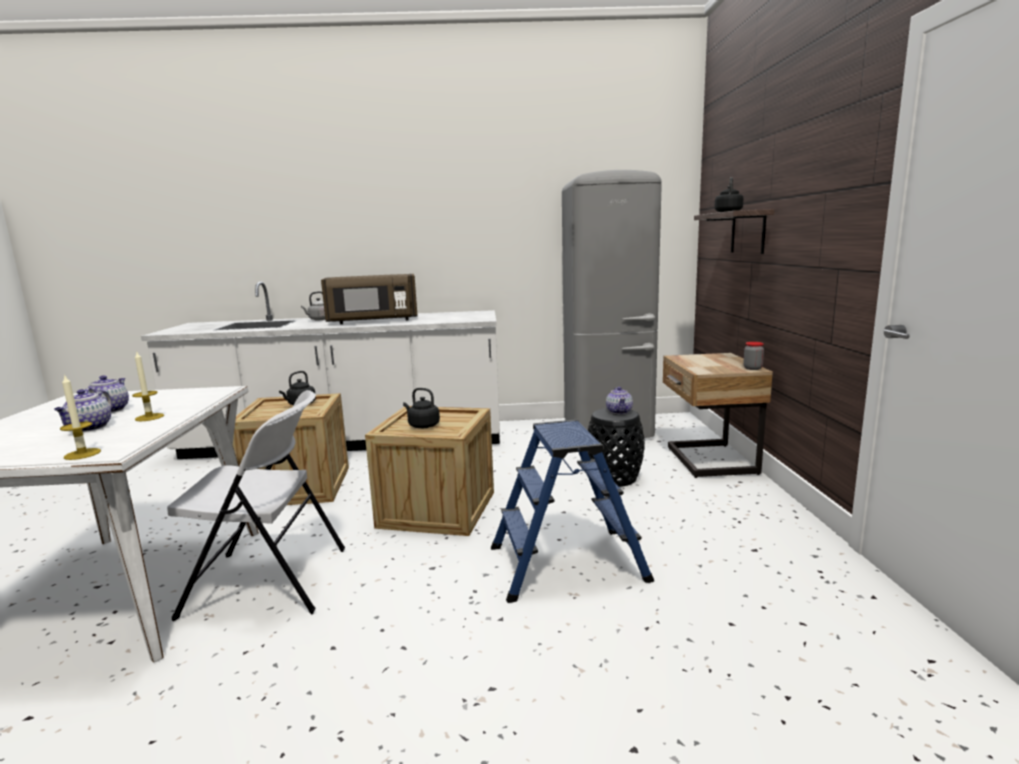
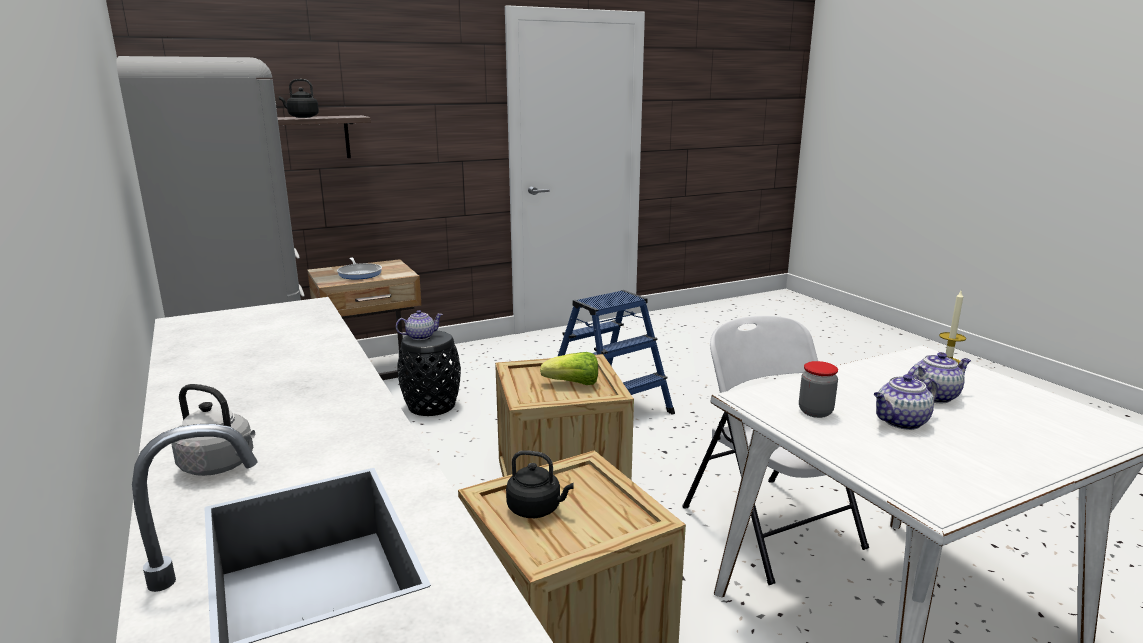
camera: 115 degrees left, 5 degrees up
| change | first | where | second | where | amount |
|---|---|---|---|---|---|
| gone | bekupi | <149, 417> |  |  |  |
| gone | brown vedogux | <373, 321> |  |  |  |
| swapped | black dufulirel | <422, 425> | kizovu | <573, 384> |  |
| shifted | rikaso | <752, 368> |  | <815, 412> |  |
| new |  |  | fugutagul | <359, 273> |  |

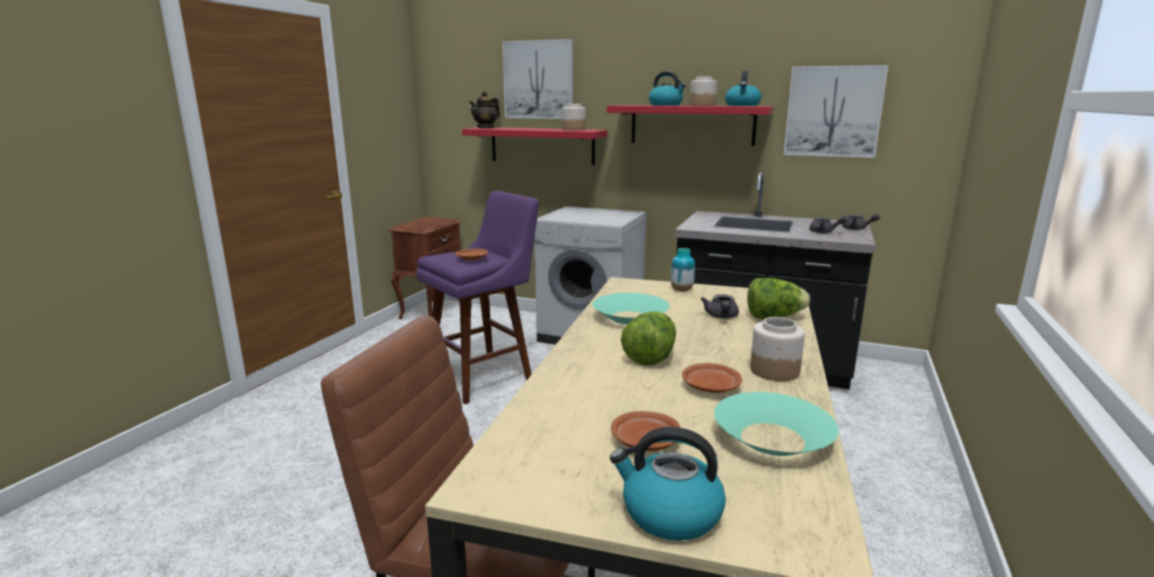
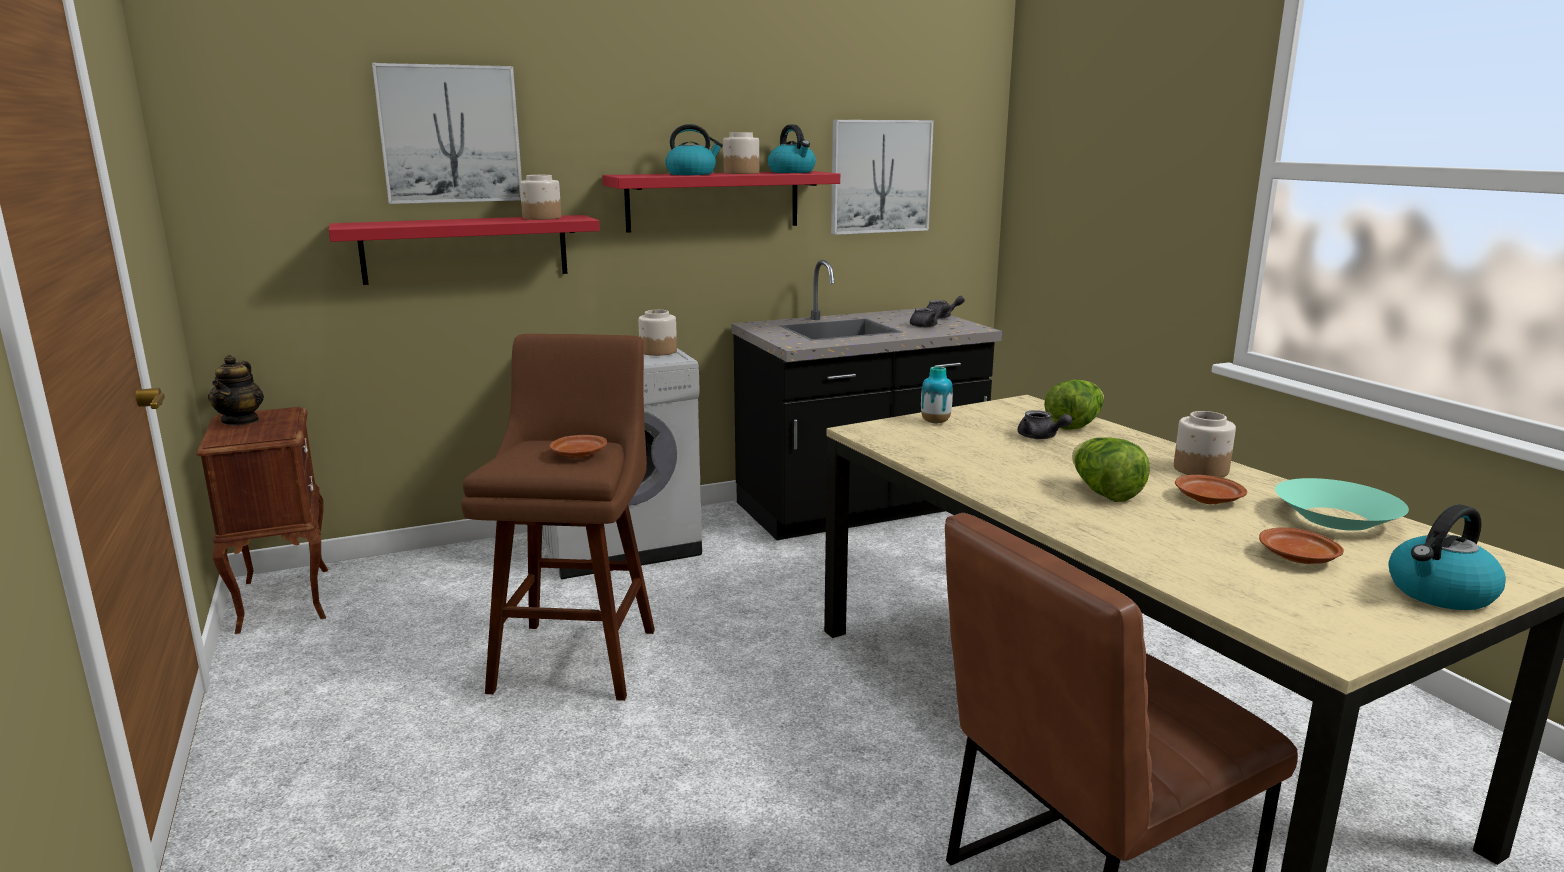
camera: 45 degrees left, 0 degrees up
| change | first | where | second | where | amount |
|---|---|---|---|---|---|
| repainted | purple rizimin | <485, 376> | brown rizimin | <578, 653> |  |
| shifted | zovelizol | <486, 128> |  | <241, 421> |  |
| gone | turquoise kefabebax | <630, 318> |  |  |  |
| new |  |  | rikaso | <658, 351> |  |

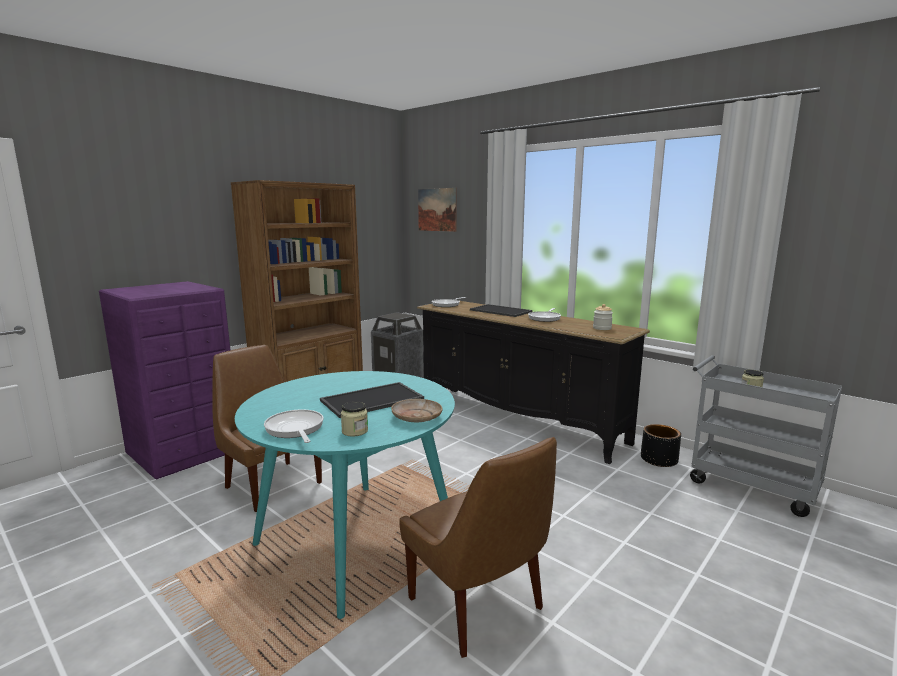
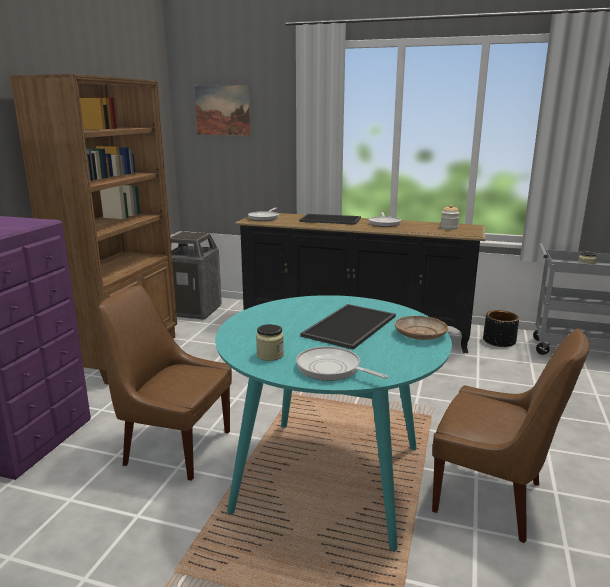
camera: 25 degrees left, 5 degrees up
| change | first | where | second | where | amount |
|---|---|---|---|---|---|
| shifted | rikaso | <355, 431> |  | <270, 355> |  |

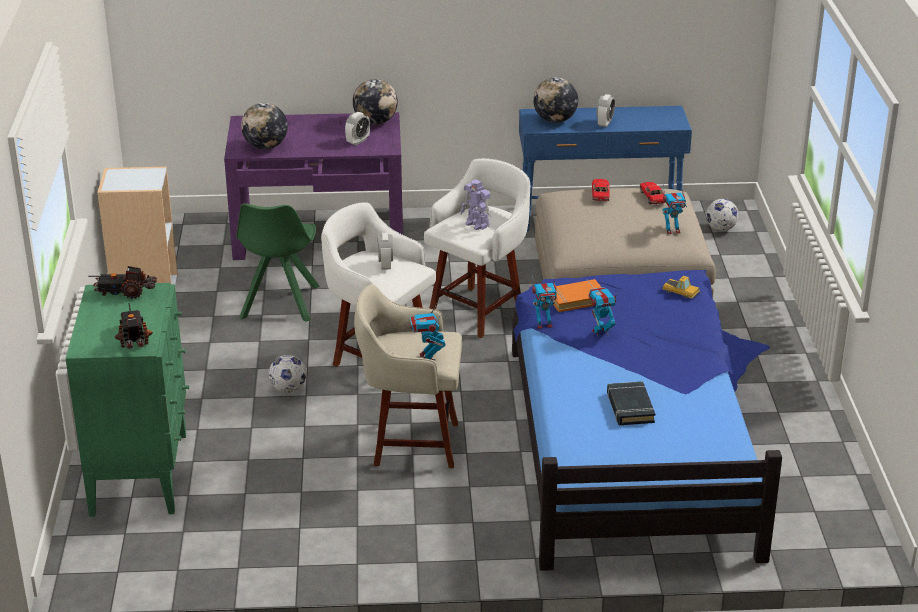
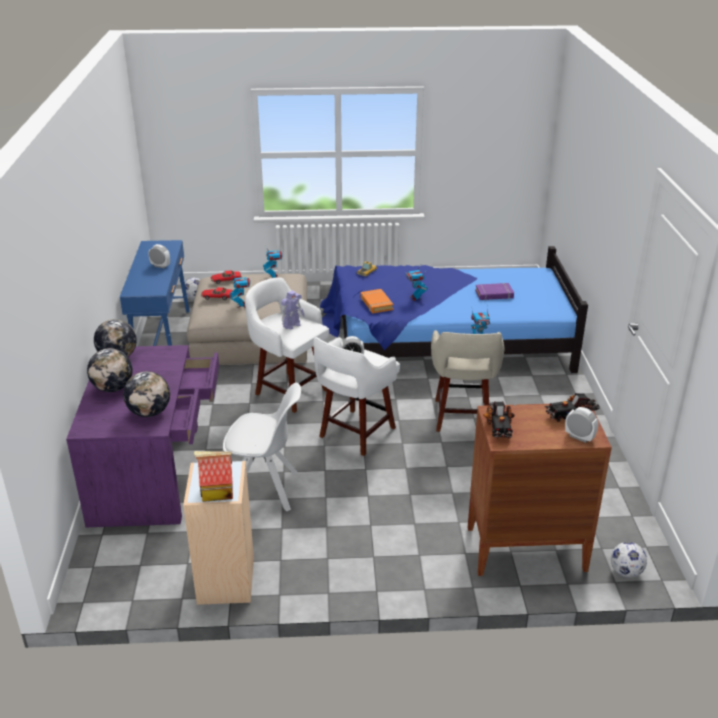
camera: 90 degrees left, 0 degrees up
| change | first | where | second | where | amount |
|---|---|---|---|---|---|
| repainted | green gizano | <142, 473> | brown gizano | <524, 547> |  |
| repainted | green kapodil | <279, 303> | white kapodil | <265, 489> |  |
| shifted | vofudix | <288, 389> |  | <625, 572> |  |
| shifted | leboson | <358, 141> |  | <579, 437> |  |
| shifted | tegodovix | <544, 324> |  | <241, 305> |  |
| shifted | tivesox | <555, 120> |  | <113, 388> |  |
| repainted | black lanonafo | <630, 407> | purple lanonafo | <494, 294> |  |
| new |  |  | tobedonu | <216, 492> |  |

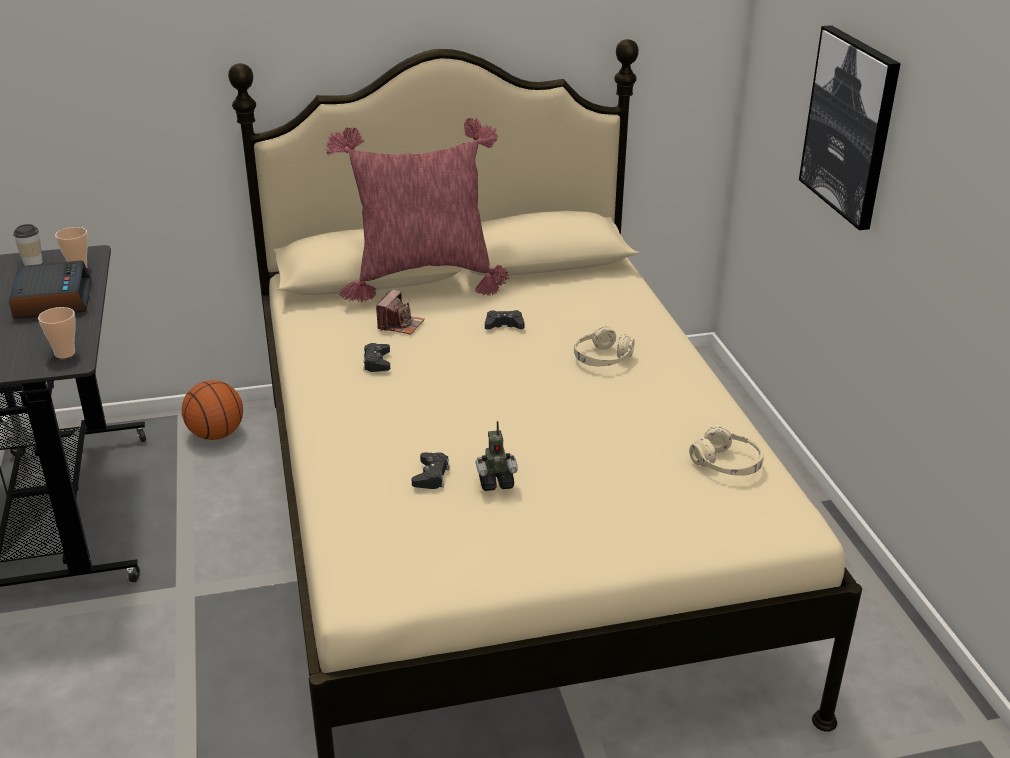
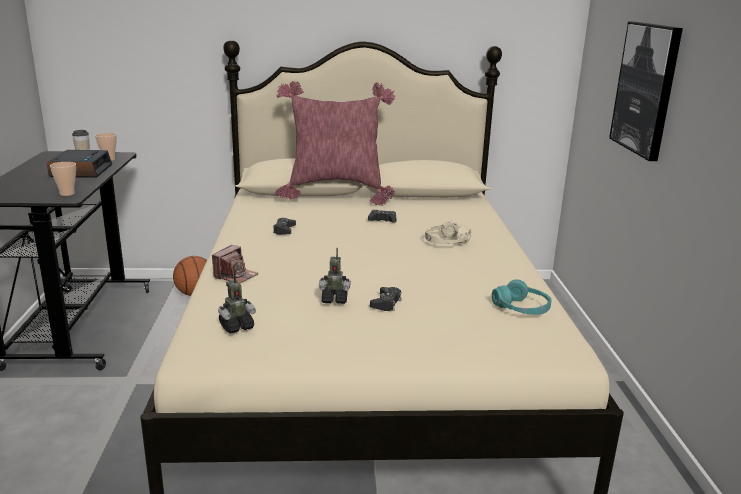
camera: 10 degrees right, 10 degrees down
| change | first | where | second | where | amount |
|---|---|---|---|---|---|
| shifted | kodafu | <400, 325> |  | <235, 276> |  |
| shifted | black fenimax | <431, 476> |  | <386, 303> |  |
| repainted | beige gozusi | <727, 464> | turquoise gozusi | <521, 308> |  |
| new |  |  | tegodovix | <236, 326> |  |

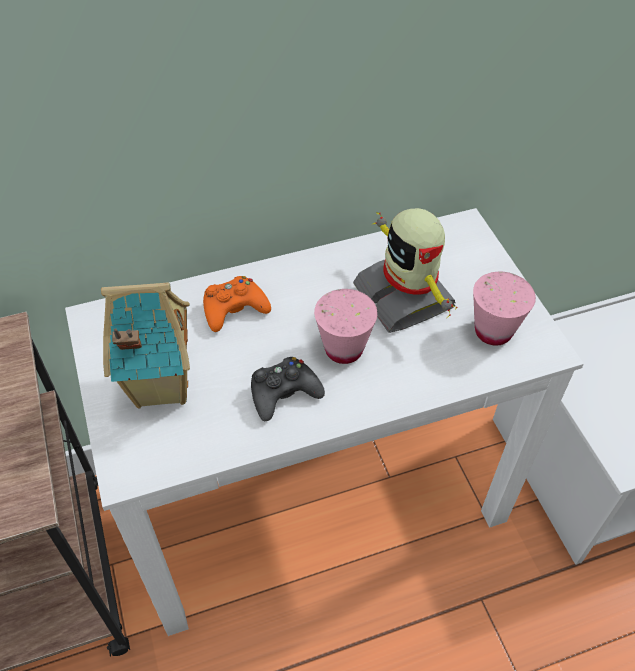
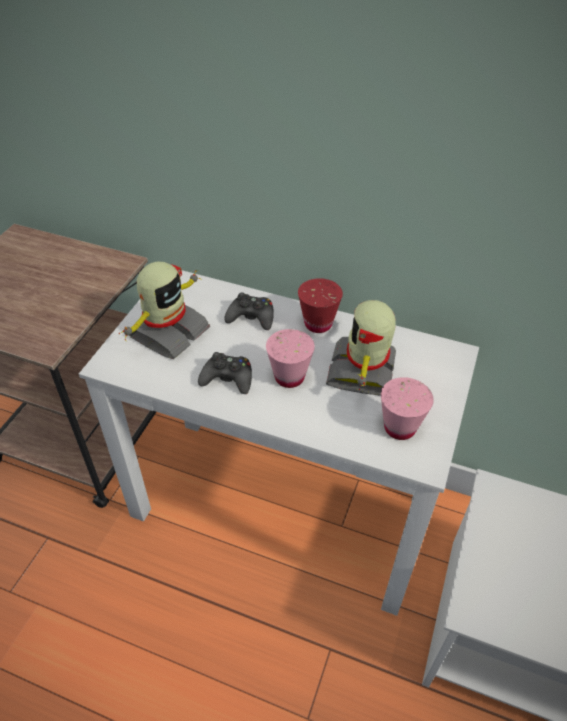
camera: 40 degrees right, 5 degrees down
| change | first | where | second | where | amount |
|---|---|---|---|---|---|
| swapped | tobedonu | <159, 385> | tegodovix | <168, 332> |  |
| repainted | orange fenimax | <234, 309> | black fenimax | <251, 317> |  |
| new |  |  | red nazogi | <318, 324> |  |

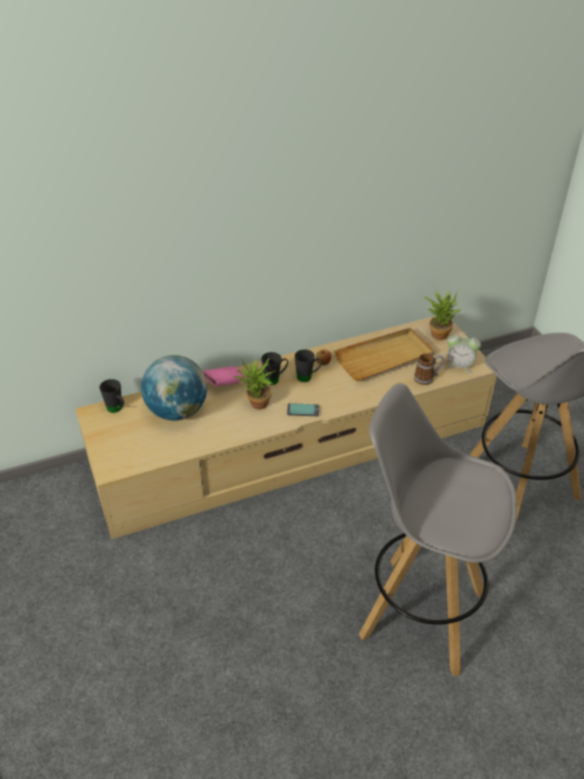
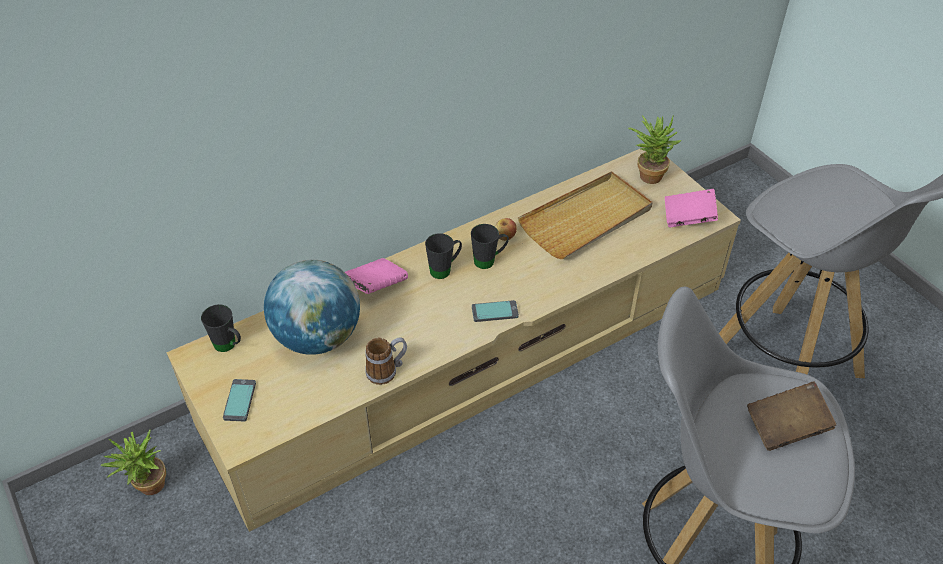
camera: 10 degrees left, 5 degrees up
| change | first | where | second | where | amount |
|---|---|---|---|---|---|
| shifted | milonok | <256, 405> |  | <148, 488> |  |
| shifted | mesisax | <427, 378> |  | <387, 371> |  |
| swapped | leboson | <459, 365> | pink lanonafo | <688, 218> |  |
| new |  |  | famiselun | <239, 400> |  |
| new |  |  | brown lanonafo | <786, 427> |  |

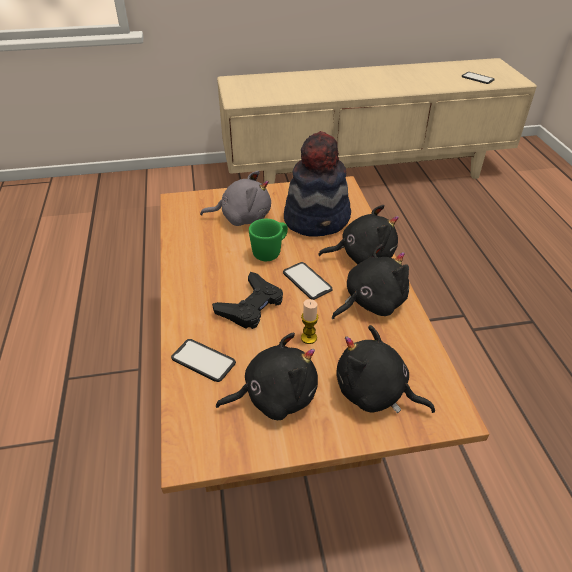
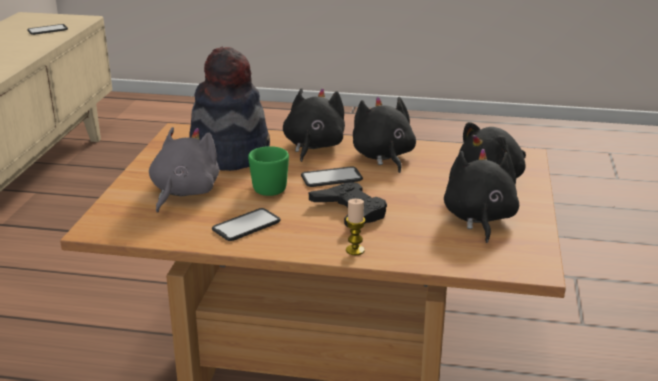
camera: 70 degrees left, 15 degrees down
| change | first | where | second | where | amount |
|---|---|---|---|---|---|
| shifted | famiselun | <203, 361> |  | <246, 225> |  |
| shifted | bekupi | <309, 338> |  | <355, 250> |  |

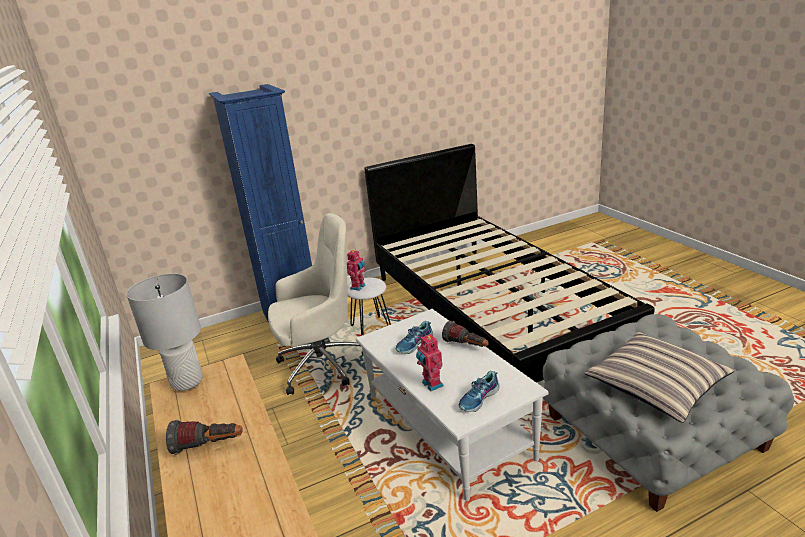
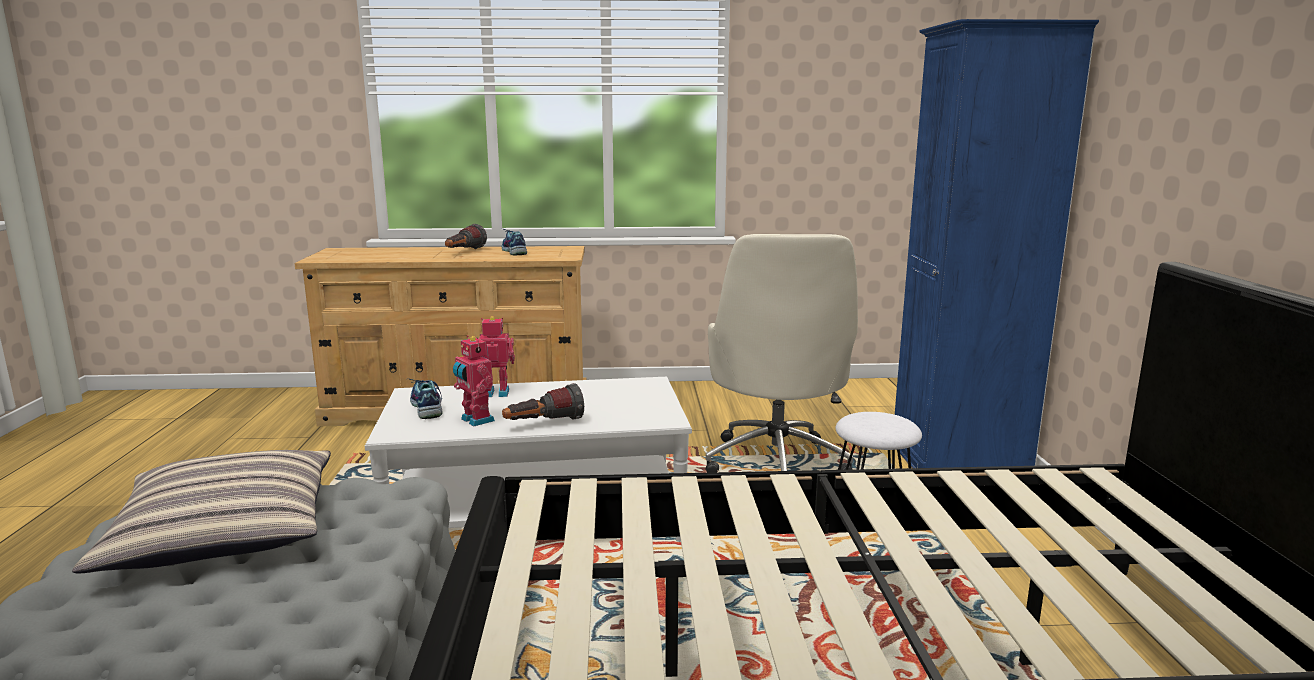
camera: 110 degrees right, 10 degrees down
| change | first | where | second | where | amount |
|---|---|---|---|---|---|
| gone | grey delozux | <188, 384> |  |  |  |
| shifted | tegodovix | <358, 287> |  | <475, 420> |  |
| shifted | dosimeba | <414, 344> |  | <513, 251> |  |

